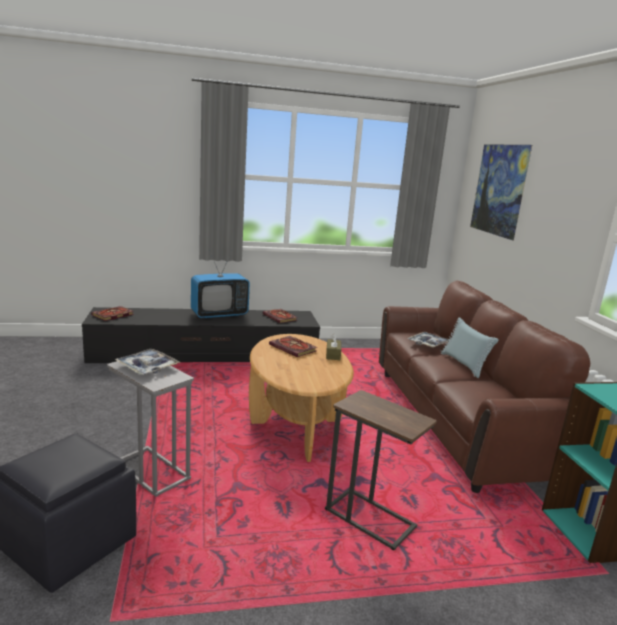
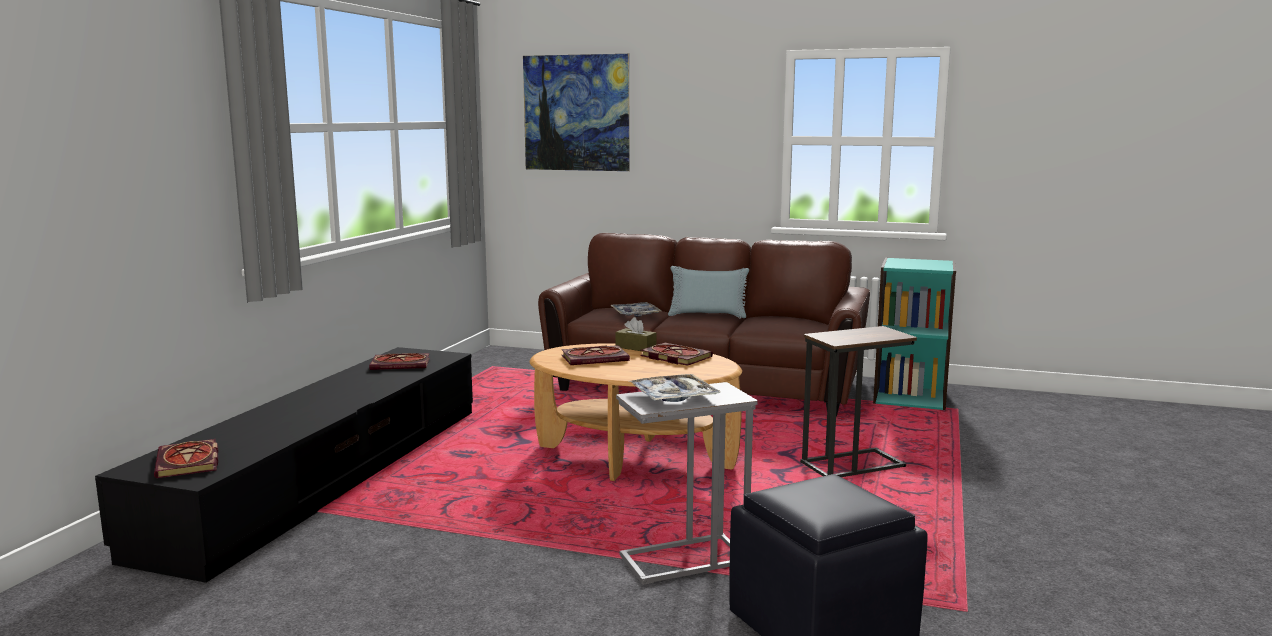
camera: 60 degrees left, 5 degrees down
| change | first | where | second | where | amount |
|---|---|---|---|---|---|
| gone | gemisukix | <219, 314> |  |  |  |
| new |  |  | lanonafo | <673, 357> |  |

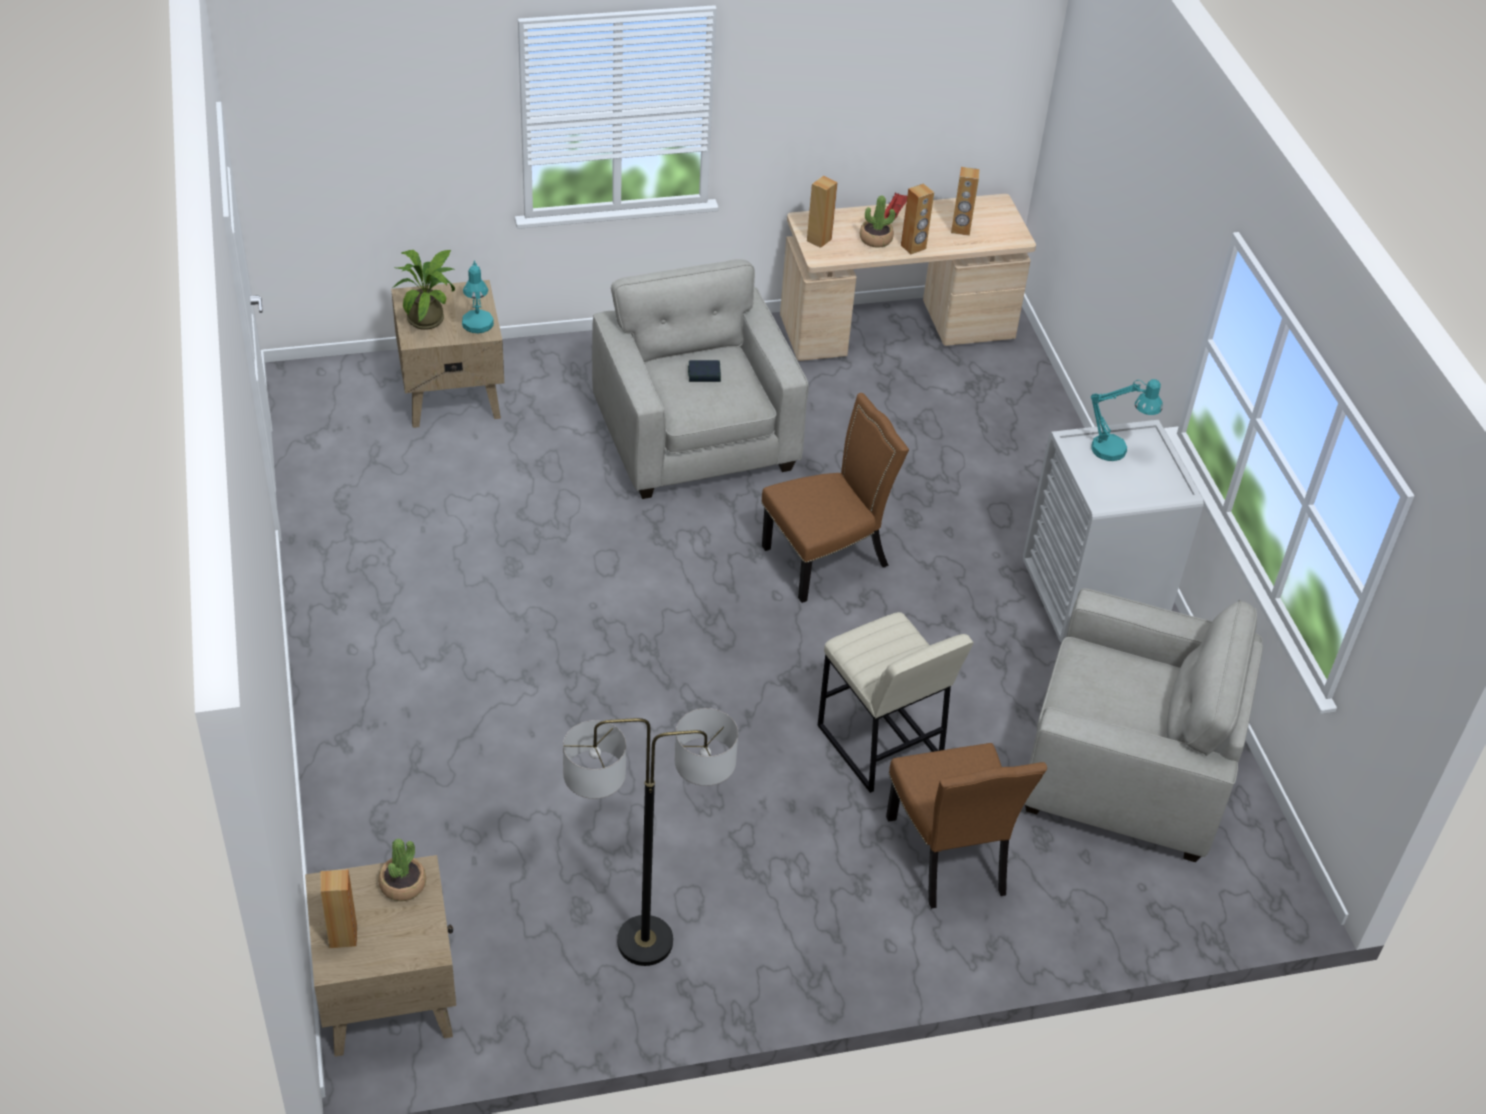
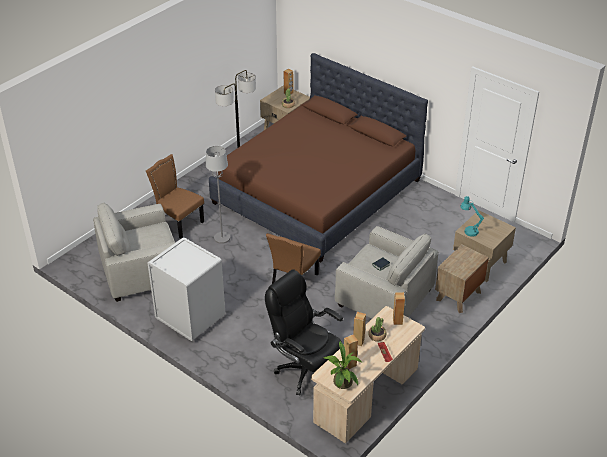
camera: 145 degrees right, 5 degrees down
| change | first | where | second | where | amount |
|---|---|---|---|---|---|
| shifted | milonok | <429, 318> |  | <342, 384> |  |
| swapped | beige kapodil | <881, 745> | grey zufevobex | <222, 238> |  |
| gone | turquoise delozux | <1116, 451> |  |  |  |
| new |  |  | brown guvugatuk | <317, 191> |  |
| new |  |  | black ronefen | <305, 371> |  |
| new |  |  | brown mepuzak | <458, 296> |  |

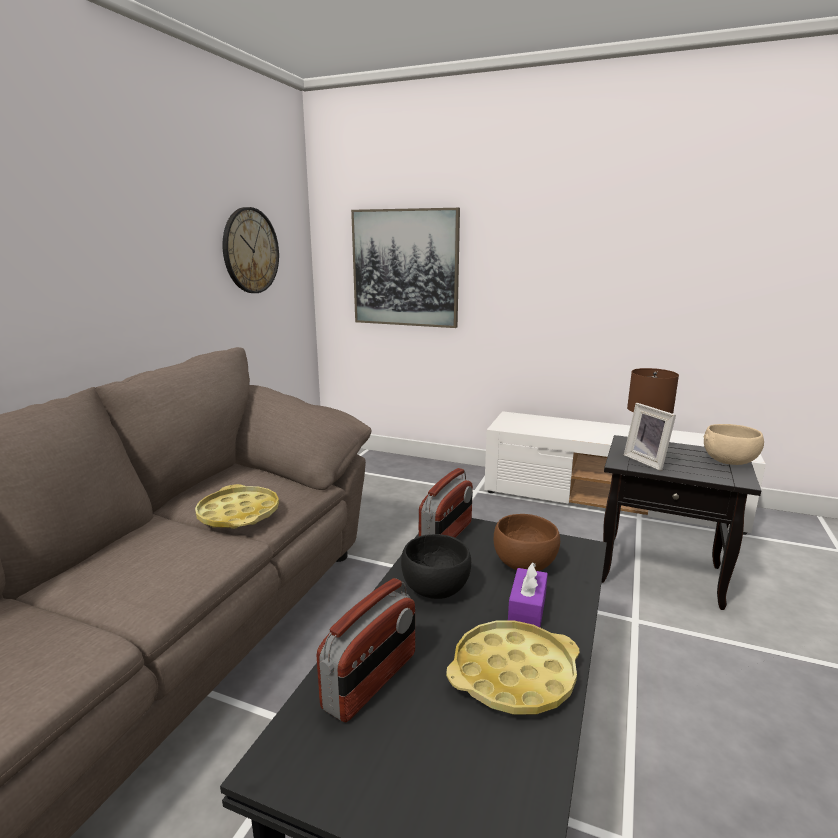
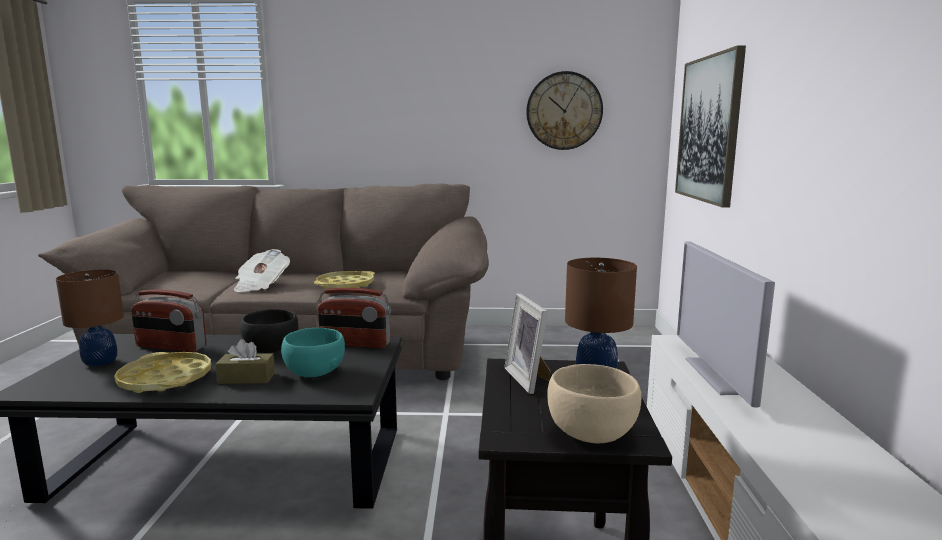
camera: 70 degrees right, 5 degrees down
| change | first | where | second | where | amount |
|---|---|---|---|---|---|
| repainted | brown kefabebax | <524, 564> | turquoise kefabebax | <314, 373> |  |
| repainted | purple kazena | <527, 607> | brown kazena | <246, 378> |  |
| rotated | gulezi | <648, 461> |  | <530, 379> | 60 degrees counterclockwise |
| new |  |  | brown delozux | <99, 364> |  |
| new |  |  | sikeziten | <261, 285> |  |
| new |  |  | gemisukix | <717, 375> |  |

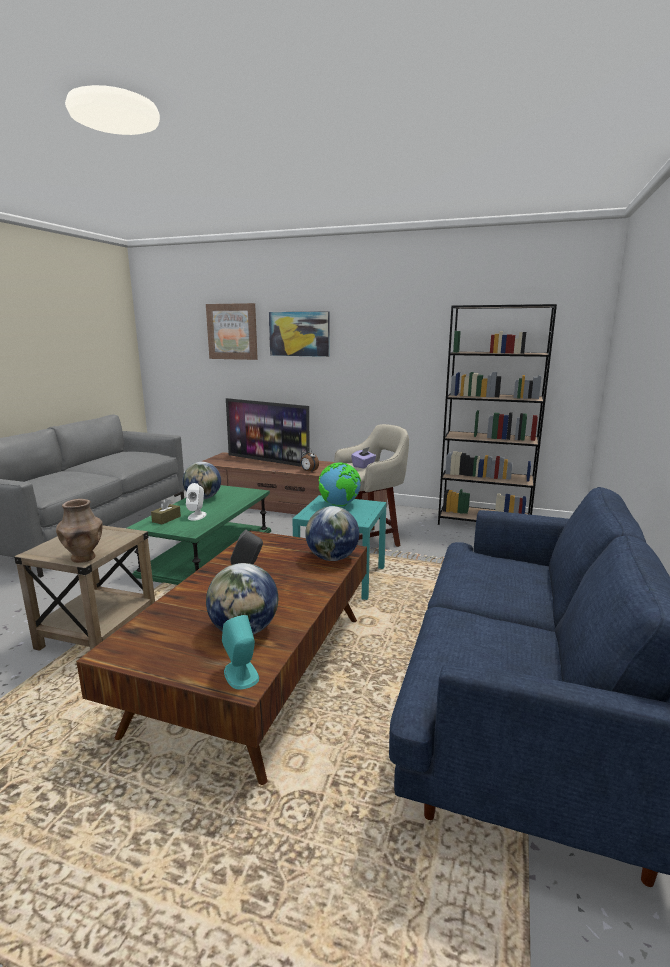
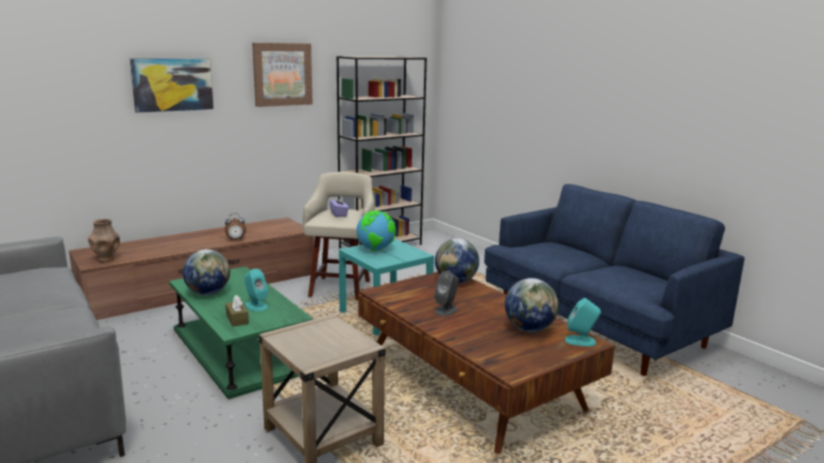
camera: 55 degrees left, 0 degrees up
| change | first | where | second | where | amount |
|---|---|---|---|---|---|
| shifted | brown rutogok | <84, 558> |  | <106, 259> |  |
| repainted | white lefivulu | <197, 516> | turquoise lefivulu | <256, 306> |  |
| shifted | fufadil | <232, 331> |  | <282, 74> |  |
| gone | gemisukix | <268, 461> |  |  |  |

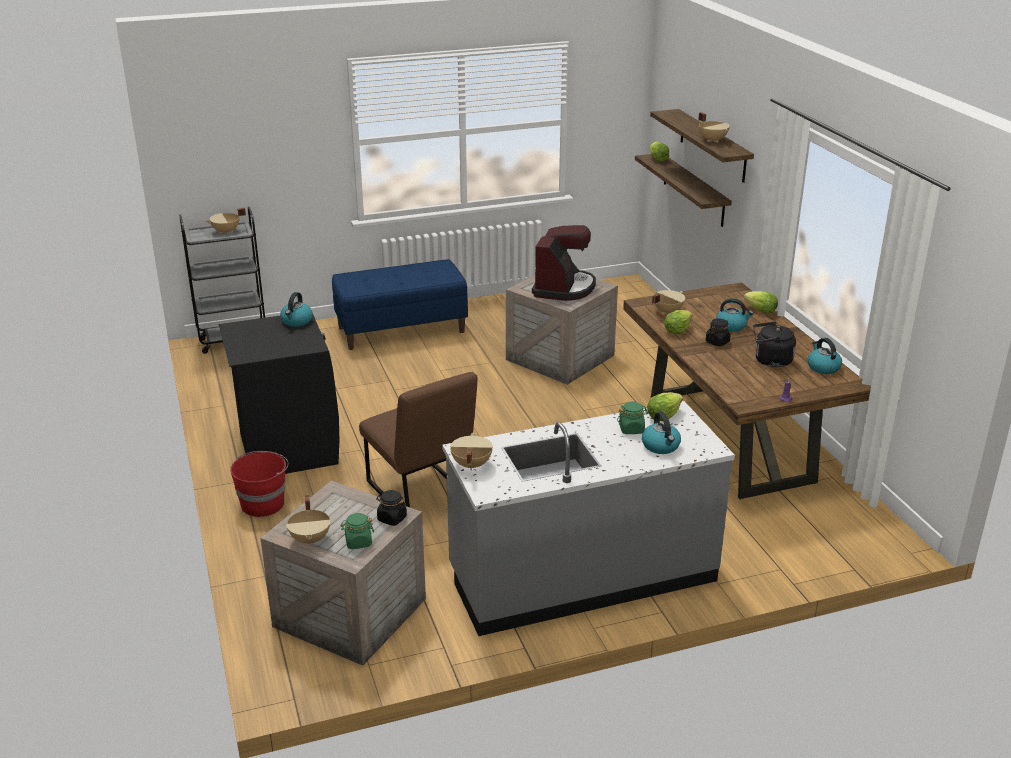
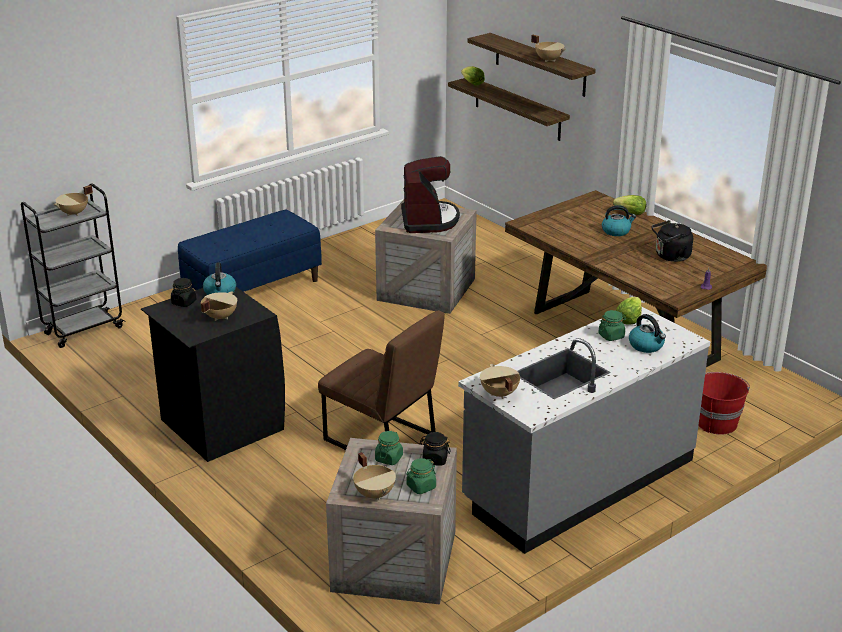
camera: 20 degrees left, 0 degrees up
| change | first | where | second | where | amount |
|---|---|---|---|---|---|
| shifted | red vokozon | <263, 504> |  | <716, 422> |  |
| shifted | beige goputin | <667, 311> |  | <219, 317> |  |
| gone | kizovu | <677, 330> |  |  |  |
| shifted | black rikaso | <717, 342> |  | <184, 302> |  |
| gone | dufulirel | <823, 367> |  |  |  |
| new |  |  | green rikaso | <389, 458> |  |

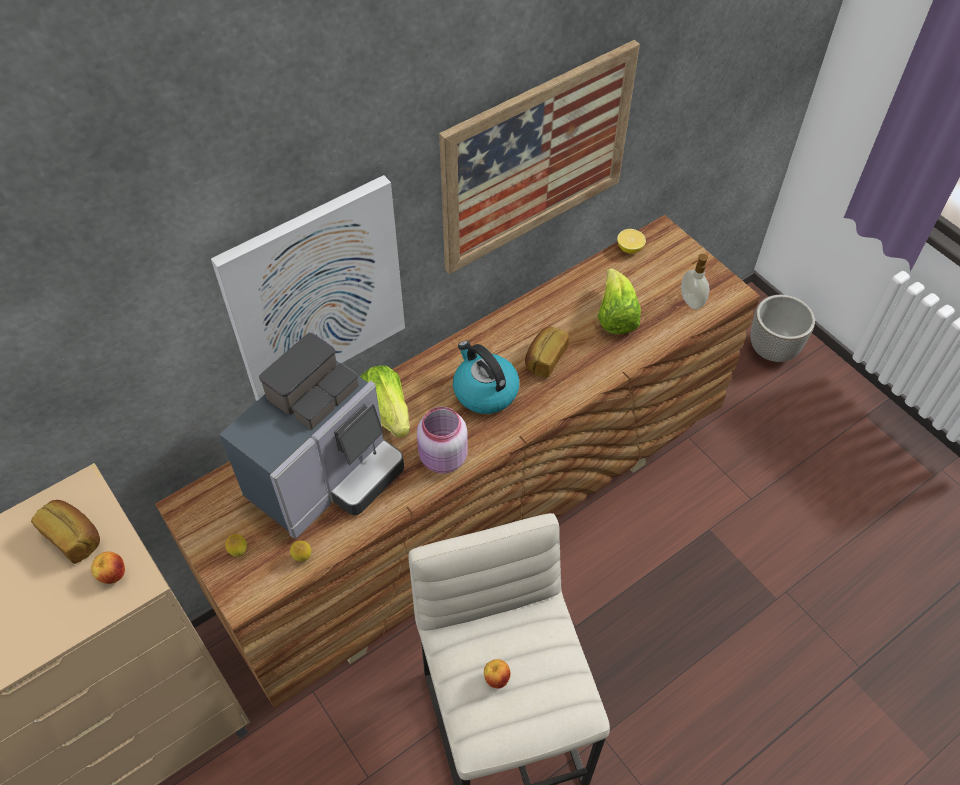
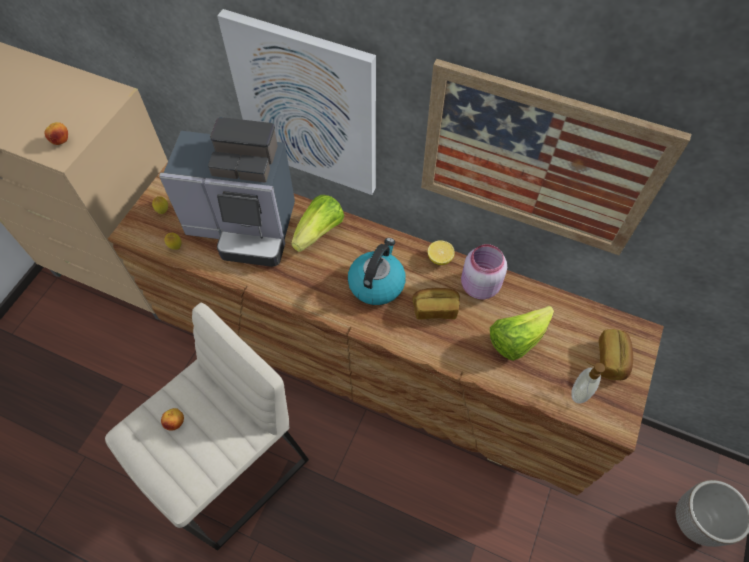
camera: 60 degrees right, 5 degrees up
| change | first | where | second | where | amount |
|---|---|---|---|---|---|
| shifted | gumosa | <74, 537> |  | <612, 359> |  |
| shifted | pink rikaso | <442, 459> |  | <478, 286> |  |
| shifted | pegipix | <629, 248> |  | <440, 258> |  |

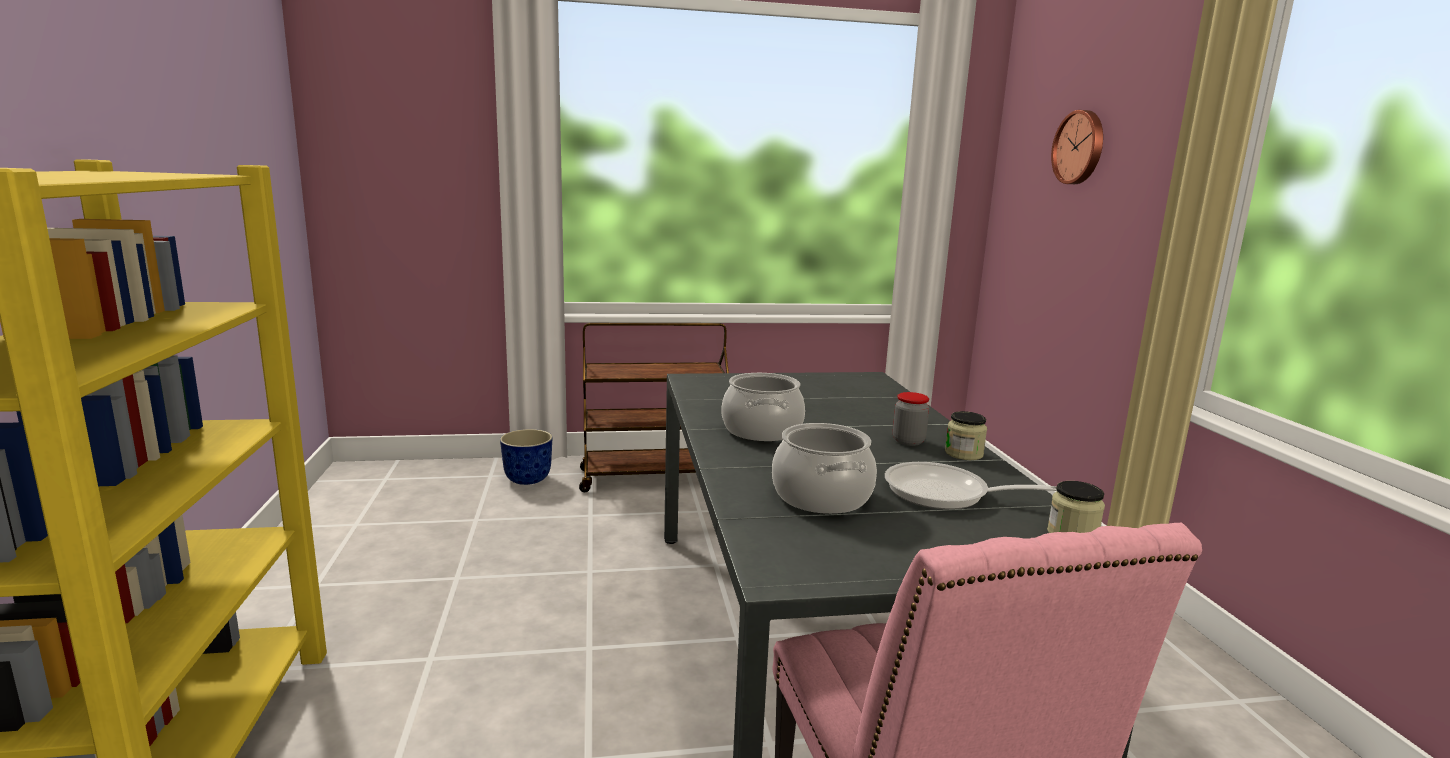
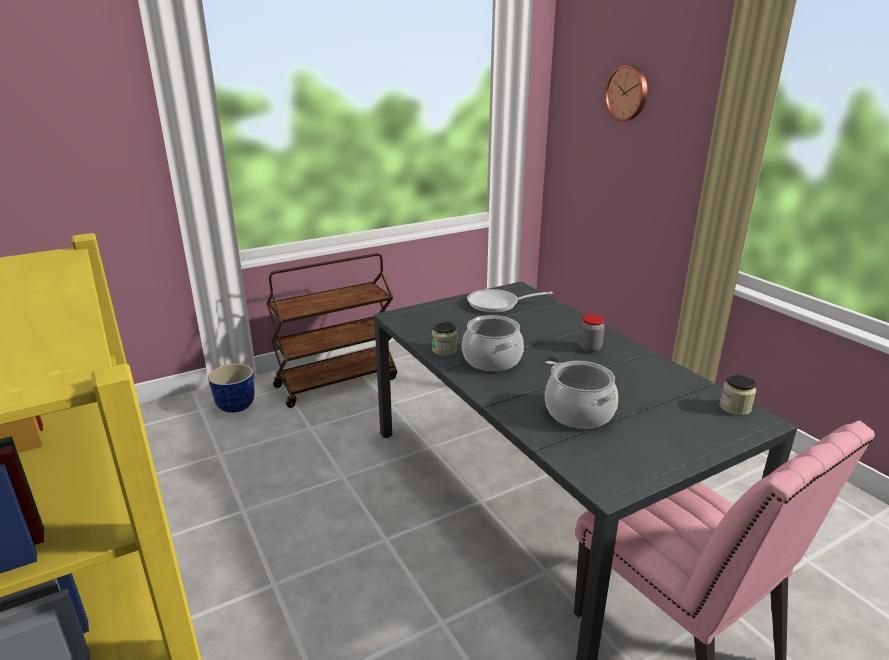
camera: 20 degrees left, 10 degrees up
| change | first | where | second | where | amount |
|---|---|---|---|---|---|
| shifted | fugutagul | <945, 494> |  | <498, 304> |  |
| shifted | rikaso | <963, 454> |  | <444, 350> |  |

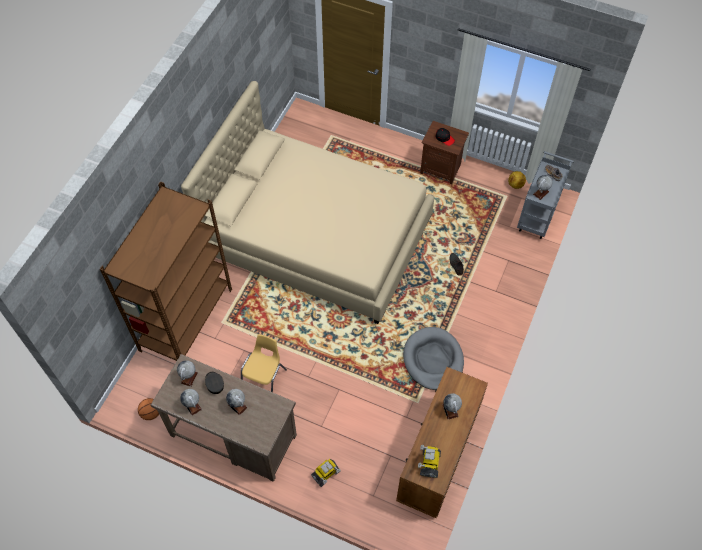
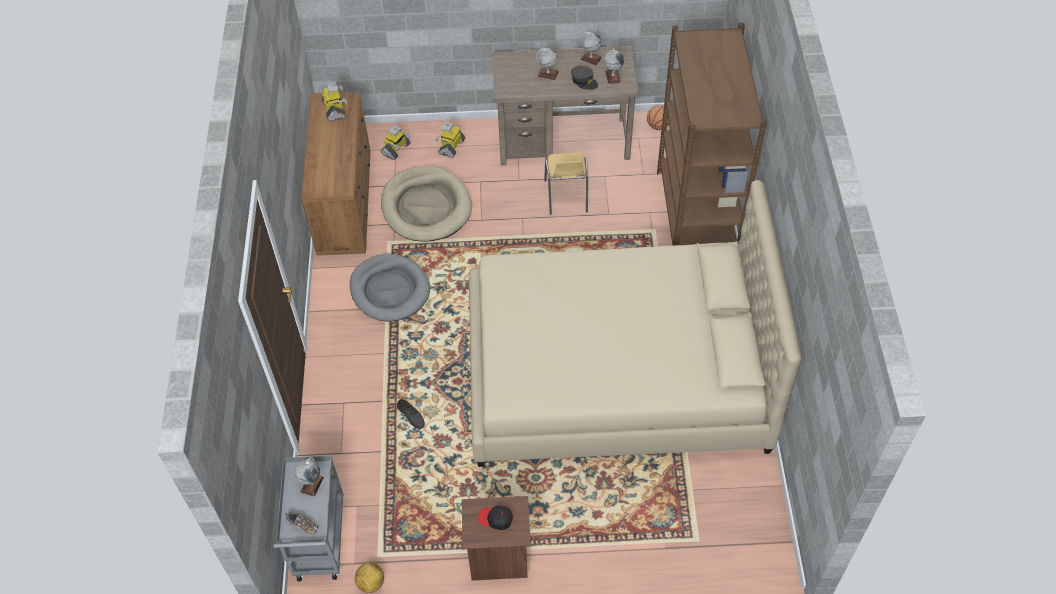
camera: 155 degrees right, 5 degrees down
| change | first | where | second | where | amount |
|---|---|---|---|---|---|
| gone | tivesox | <450, 410> |  |  |  |
| new |  |  | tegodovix | <396, 149> |  |
| new |  |  | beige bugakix | <426, 207> |  |

